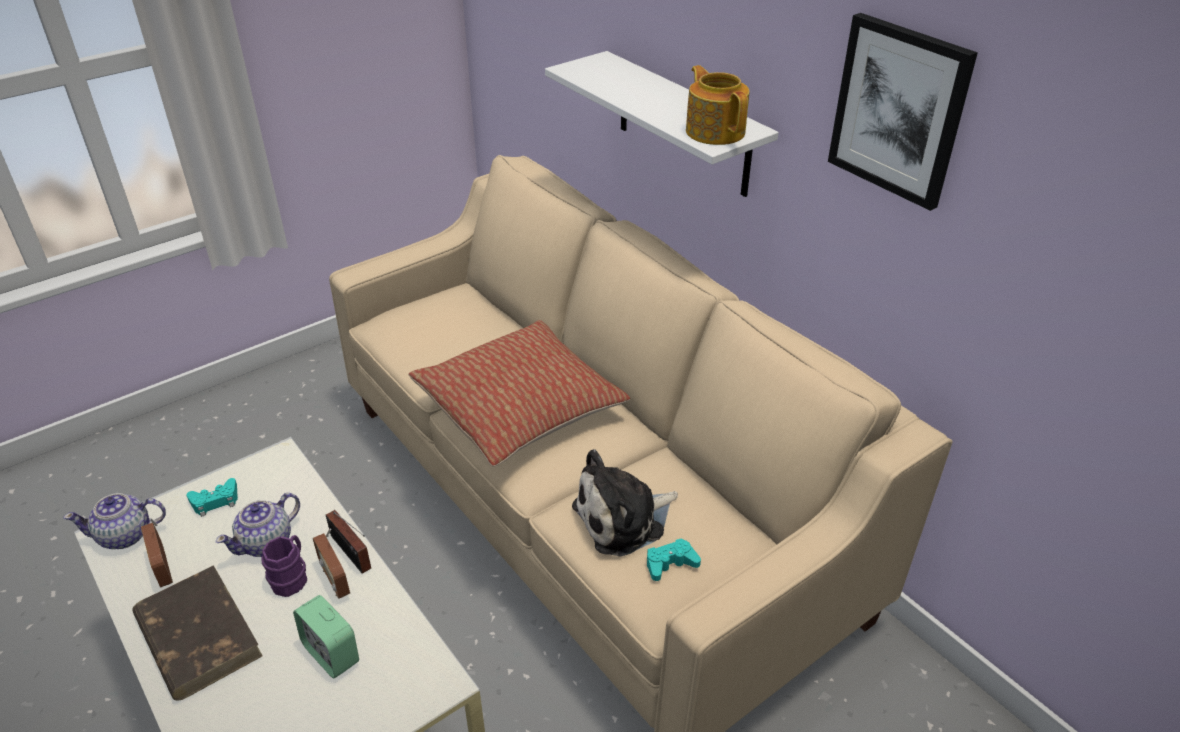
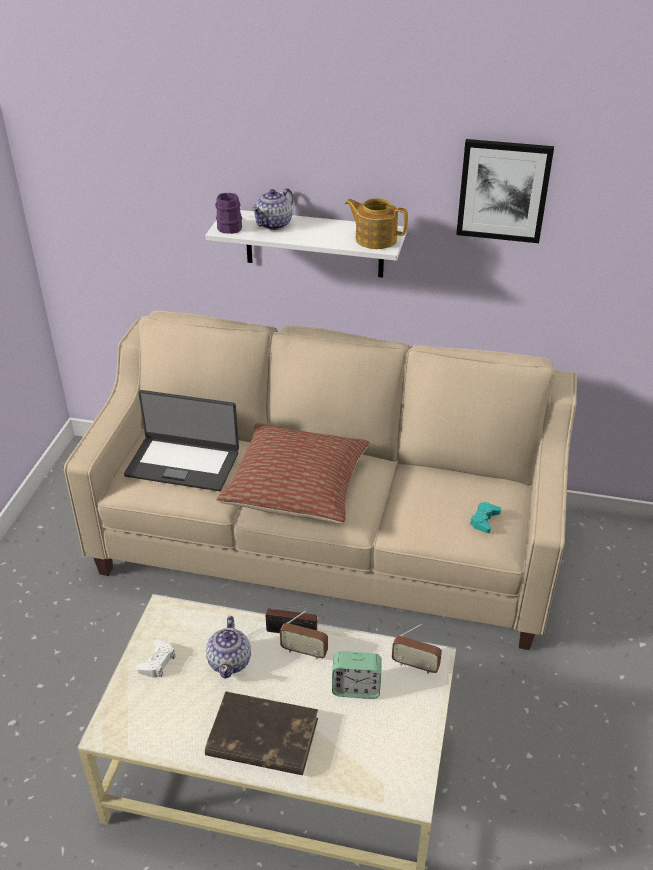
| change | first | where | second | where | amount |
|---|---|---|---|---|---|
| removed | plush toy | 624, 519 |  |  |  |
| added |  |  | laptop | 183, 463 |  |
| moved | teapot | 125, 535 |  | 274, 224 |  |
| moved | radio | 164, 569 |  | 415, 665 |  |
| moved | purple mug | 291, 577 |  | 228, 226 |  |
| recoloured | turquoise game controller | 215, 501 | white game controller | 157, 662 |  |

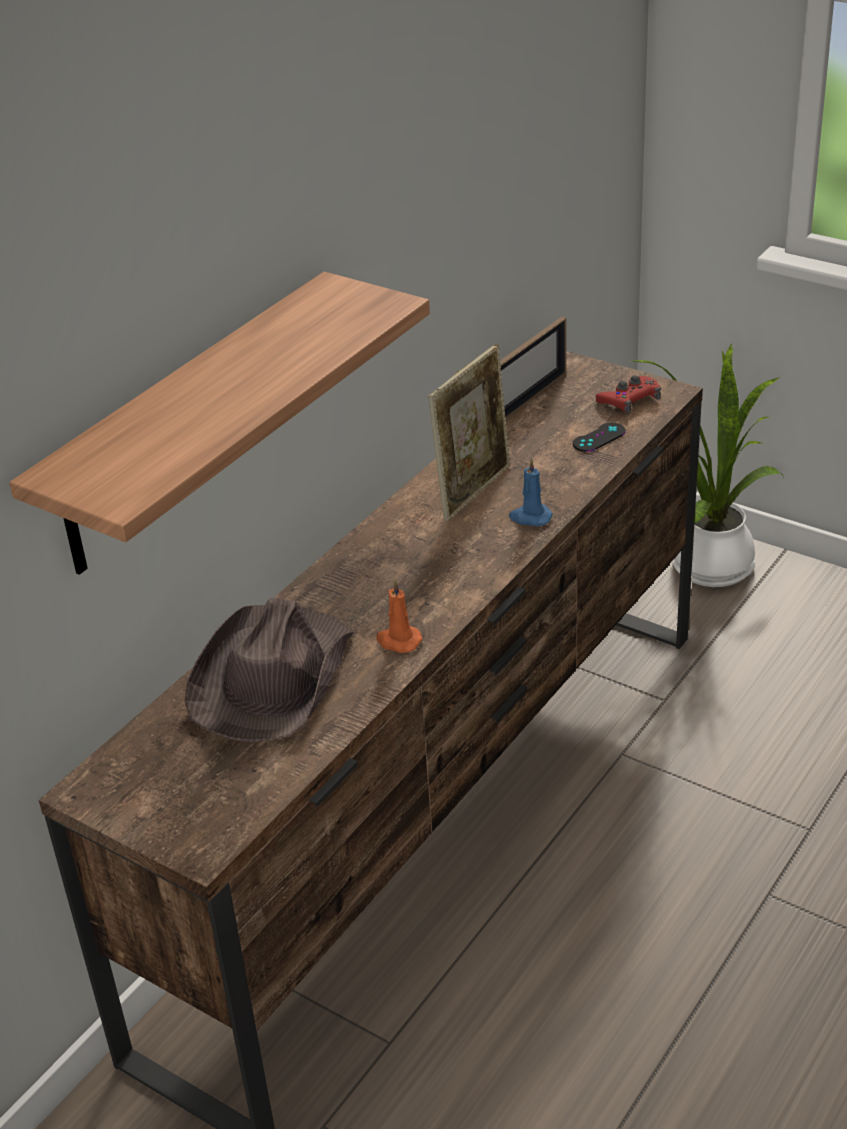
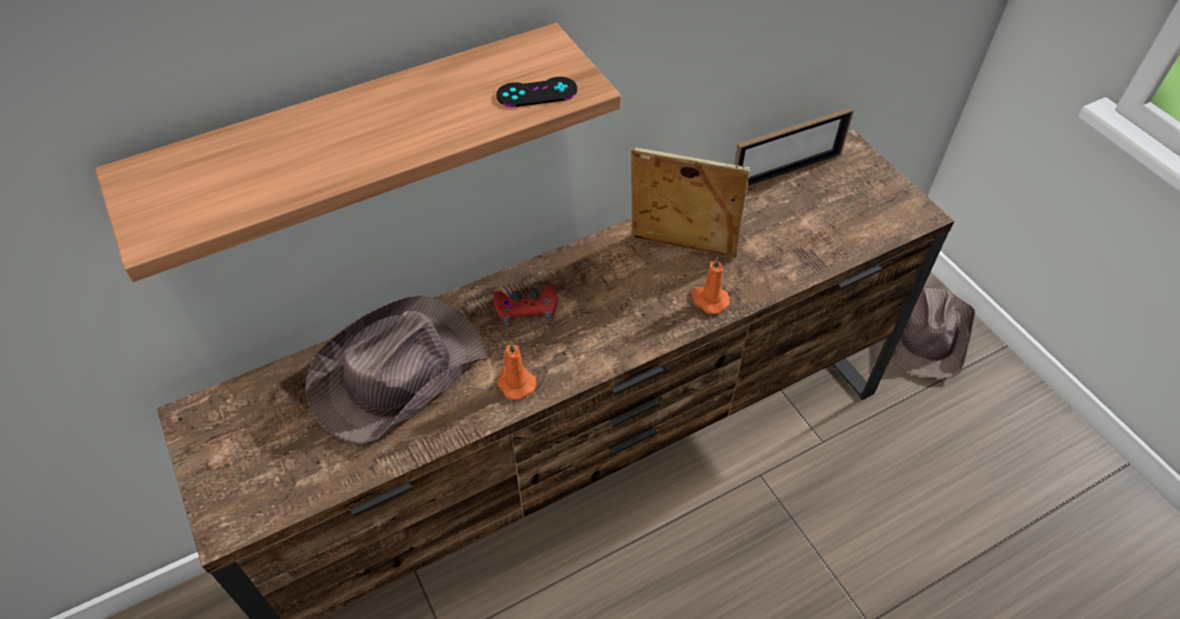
| change | first | where | second | where | amount |
|---|---|---|---|---|---|
| moved | black game controller | 599, 438 |  | 537, 92 |  |
| moved | red game controller | 629, 400 |  | 526, 309 |  |
| replaced | potted plant | 705, 566 | brown hat | 928, 332 |  |
| recoloured | blue candle | 530, 517 | orange candle | 708, 300 |  |
| turned | picture frame | 474, 491 |  | 681, 250 | 135 degrees counterclockwise |

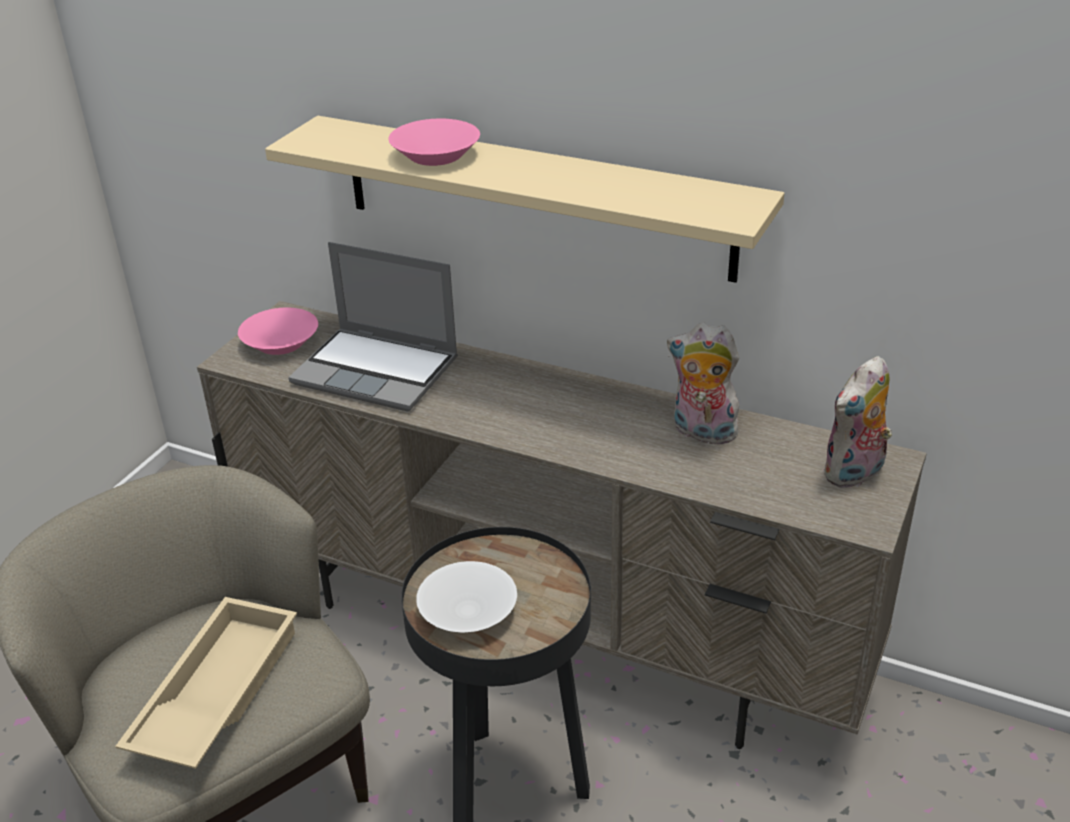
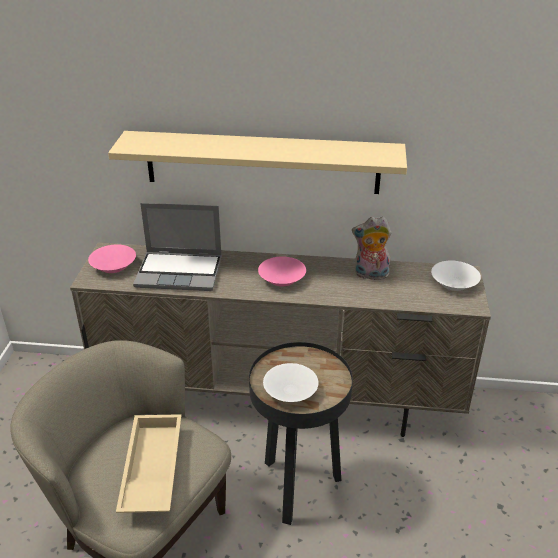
| change | first | where | second | where | amount |
|---|---|---|---|---|---|
| moved | pink bowl | 434, 155 |  | 281, 278 |  |
| replaced | plush toy | 854, 474 | white bowl | 453, 282 |  |

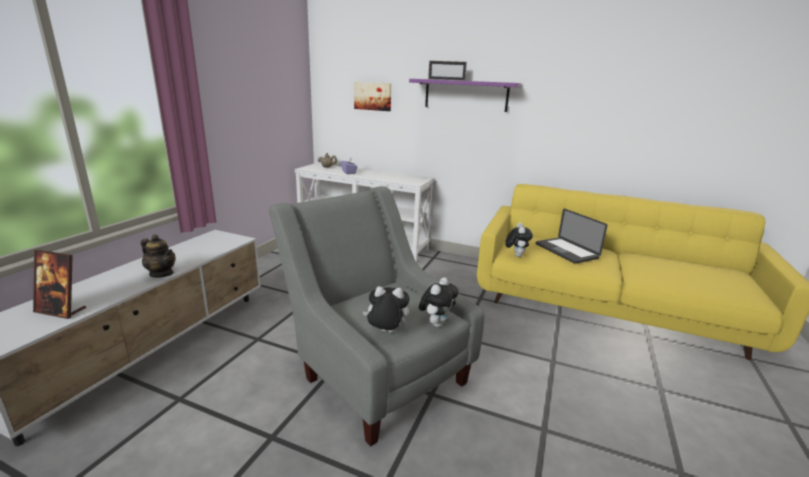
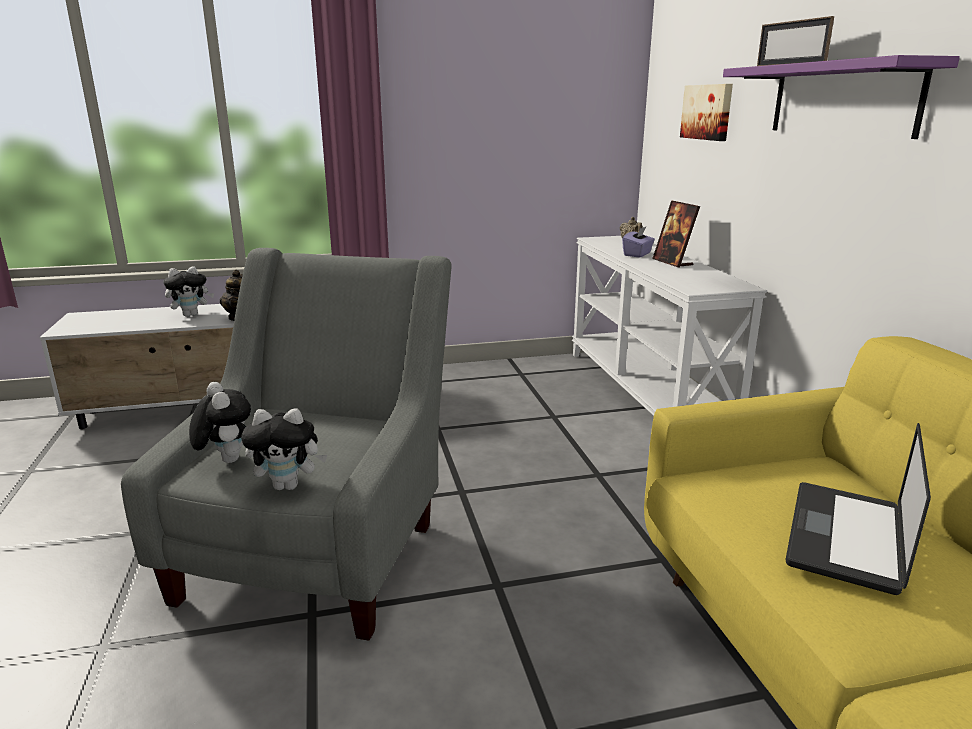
| change | first | where | second | where | amount |
|---|---|---|---|---|---|
| moved | picture frame | 61, 310 |  | 672, 262 |  |
| moved | plush toy | 516, 255 |  | 191, 315 |  |

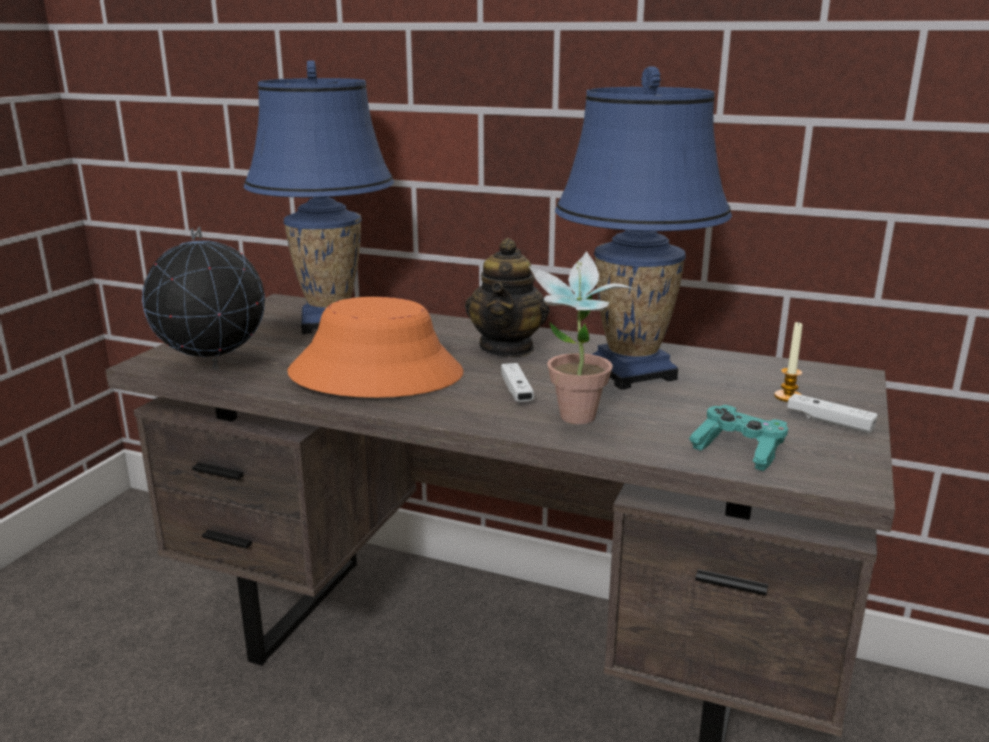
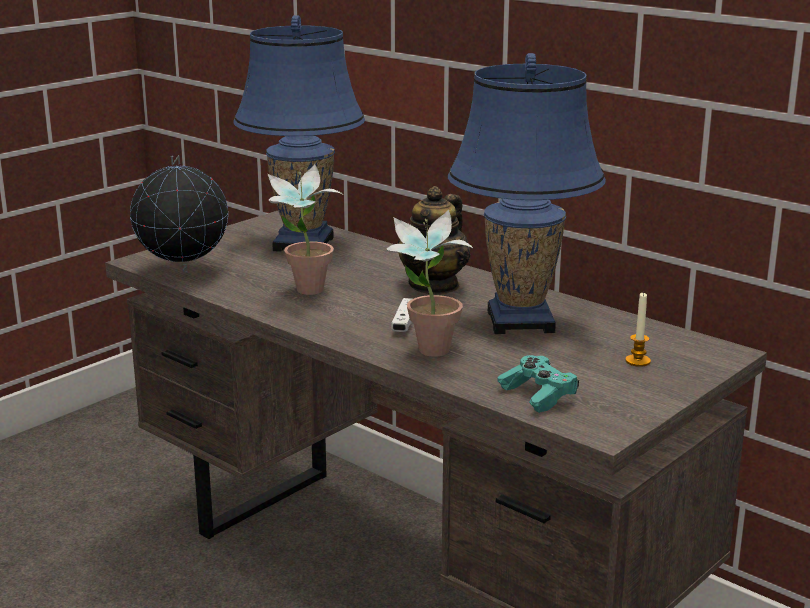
| change | first | where | second | where | amount |
|---|---|---|---|---|---|
| removed | white game controller | 829, 422 |  |  |  |
| replaced | orange hat | 377, 374 | potted plant | 305, 293 |  |

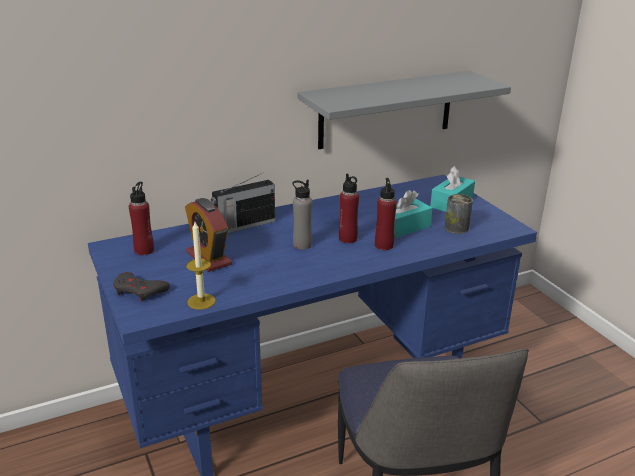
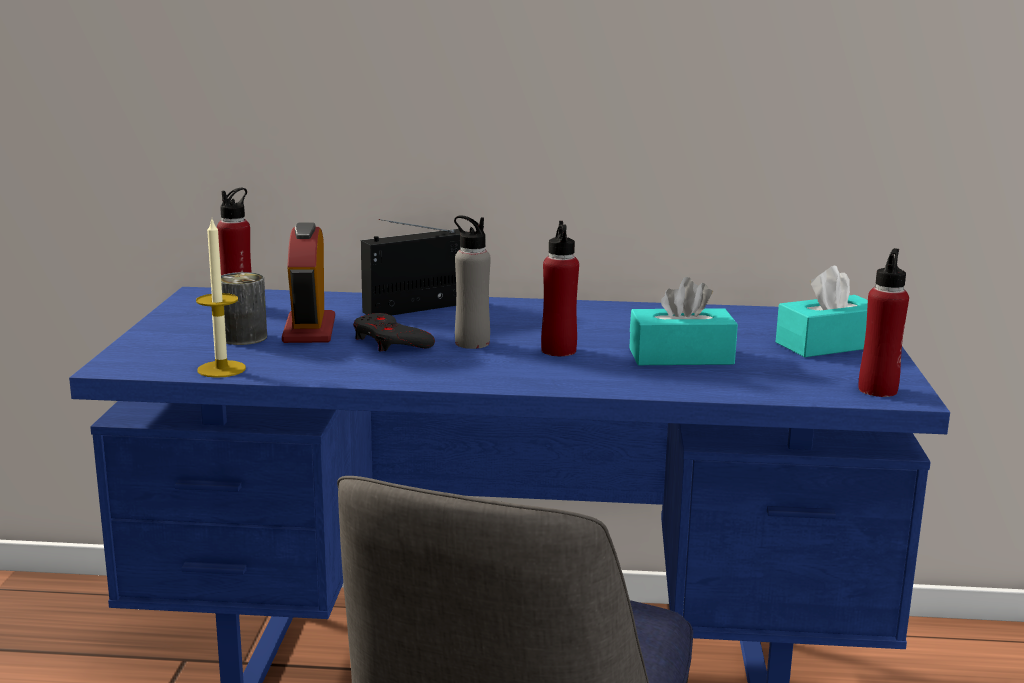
| change | first | where | second | where | amount |
|---|---|---|---|---|---|
| removed | grey shelf | 386, 109 |  |  |  |
| moved | grey game controller | 139, 291 |  | 390, 341 |  |
| moved | red bottle | 384, 245 |  | 878, 390 |  |
| moved | can | 456, 228 |  | 243, 337 |  |
| turned | radio | 243, 225 |  | 418, 307 | 150 degrees clockwise |

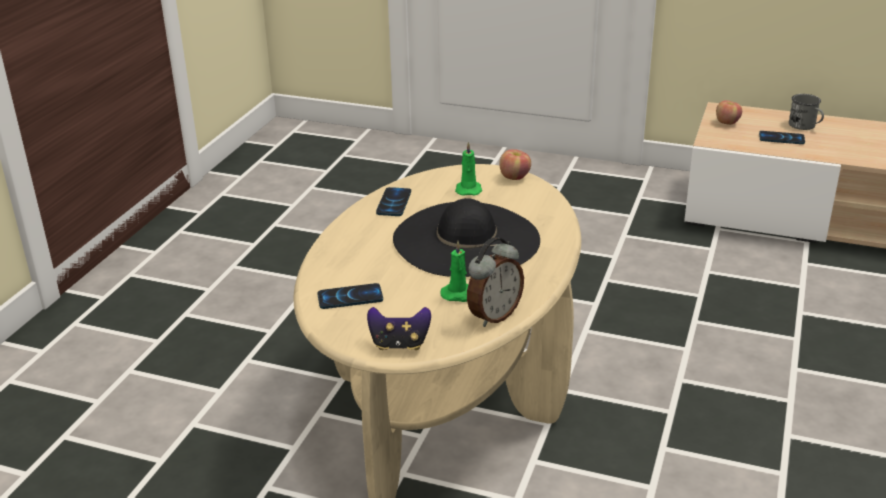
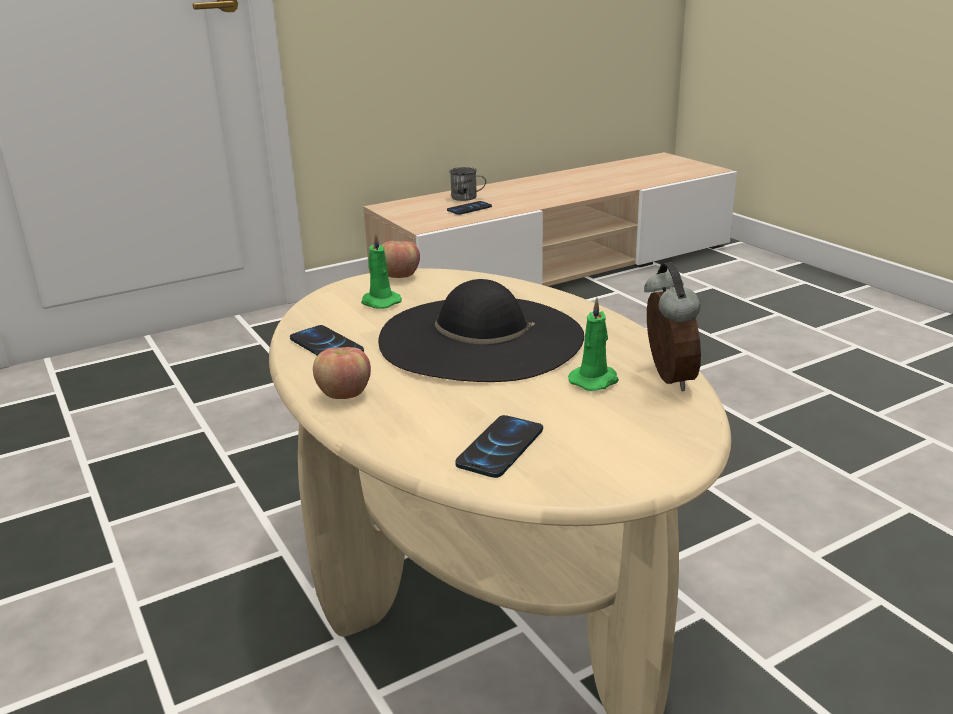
| change | first | where | second | where | amount |
|---|---|---|---|---|---|
| removed | game controller | 399, 344 |  |  |  |
| moved | apple | 727, 123 |  | 344, 394 |  |

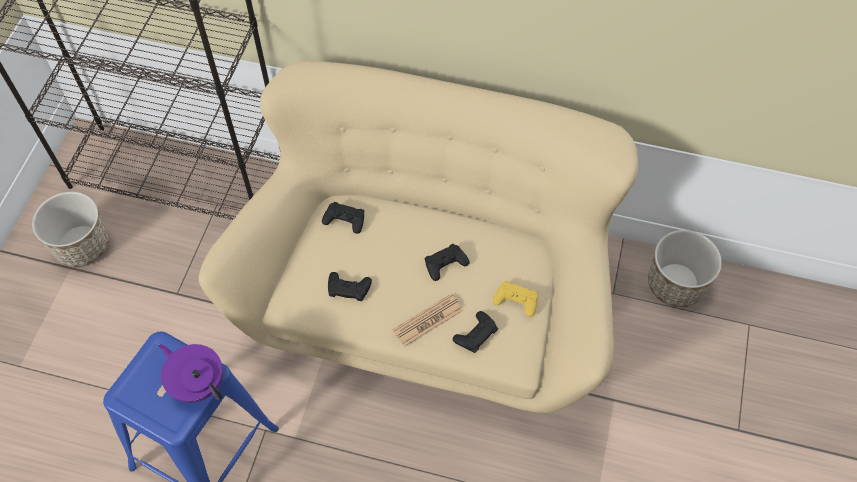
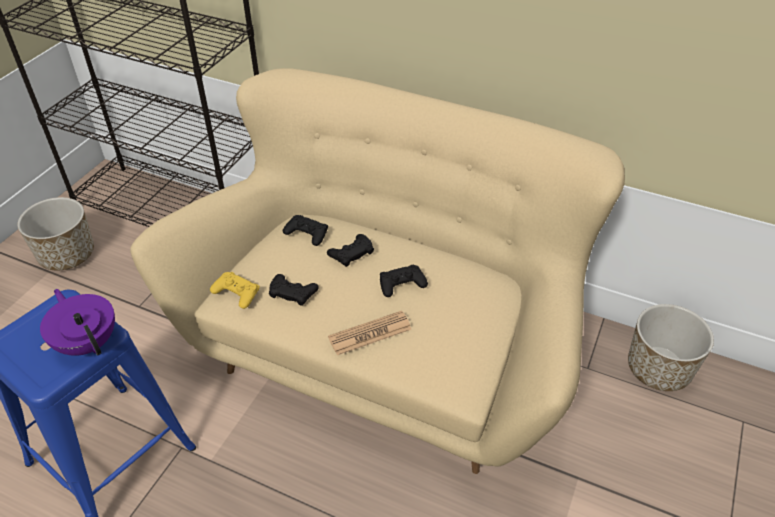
| change | first | where | second | where | amount |
|---|---|---|---|---|---|
| moved | black game controller | 475, 334 |  | 351, 253 |  |
| moved | yellow game controller | 516, 300 |  | 236, 293 |  |

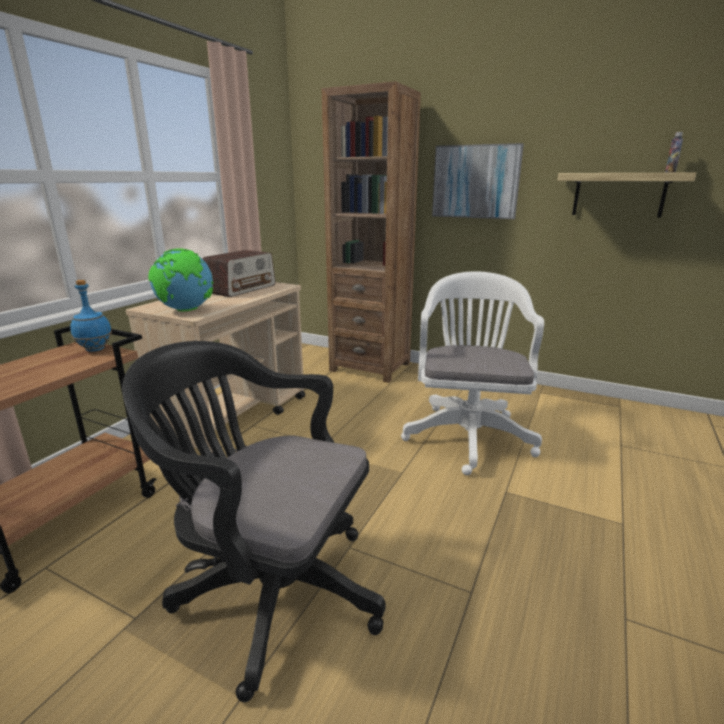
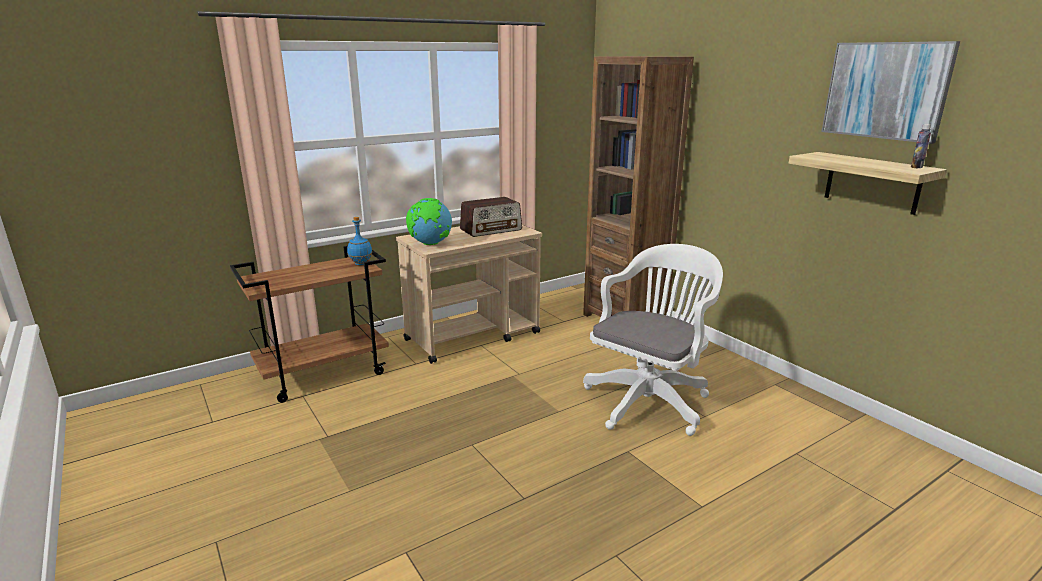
| change | first | where | second | where | amount |
|---|---|---|---|---|---|
| removed | black office chair | 270, 589 |  |  |  |
| moved | picture | 475, 182 |  | 886, 90 |  |

